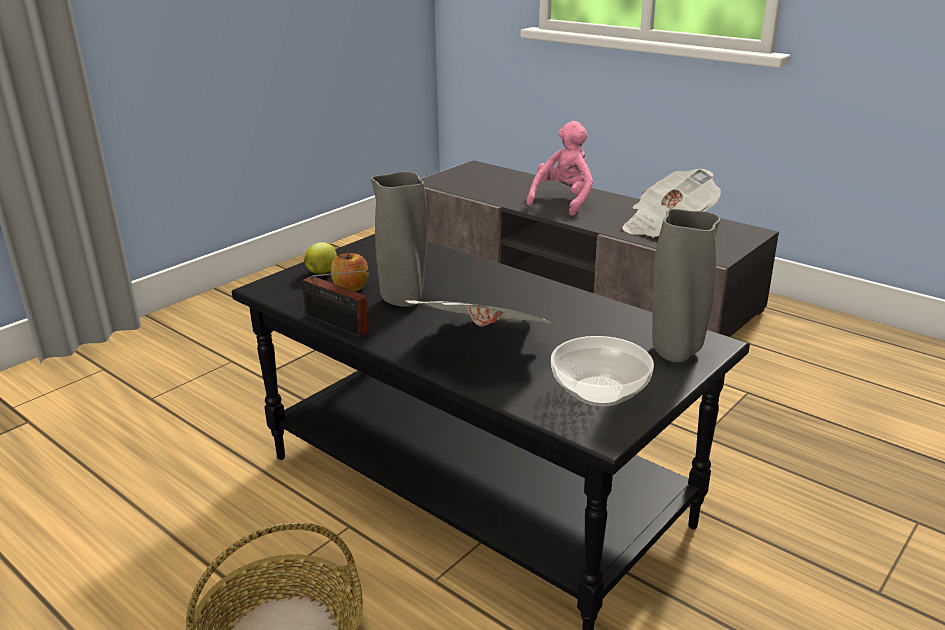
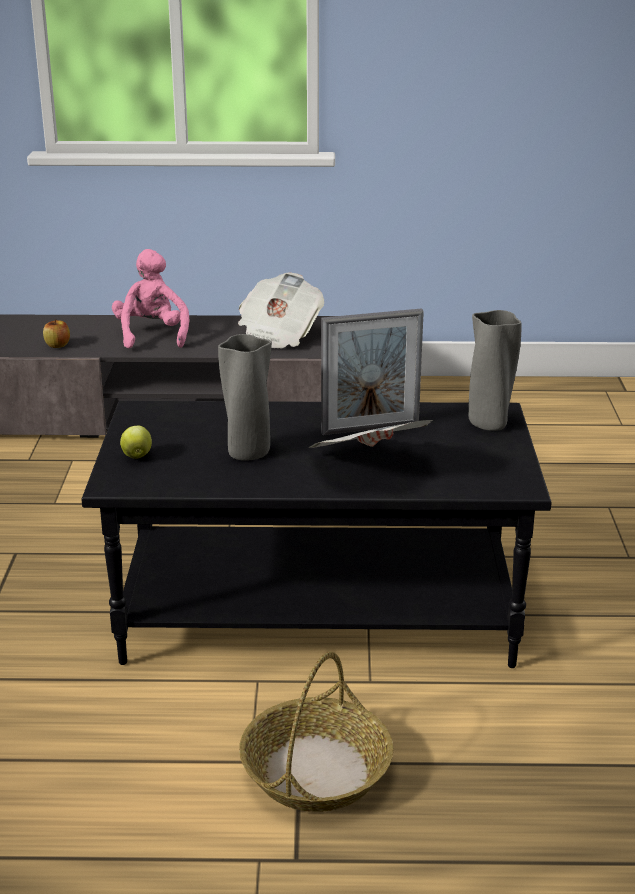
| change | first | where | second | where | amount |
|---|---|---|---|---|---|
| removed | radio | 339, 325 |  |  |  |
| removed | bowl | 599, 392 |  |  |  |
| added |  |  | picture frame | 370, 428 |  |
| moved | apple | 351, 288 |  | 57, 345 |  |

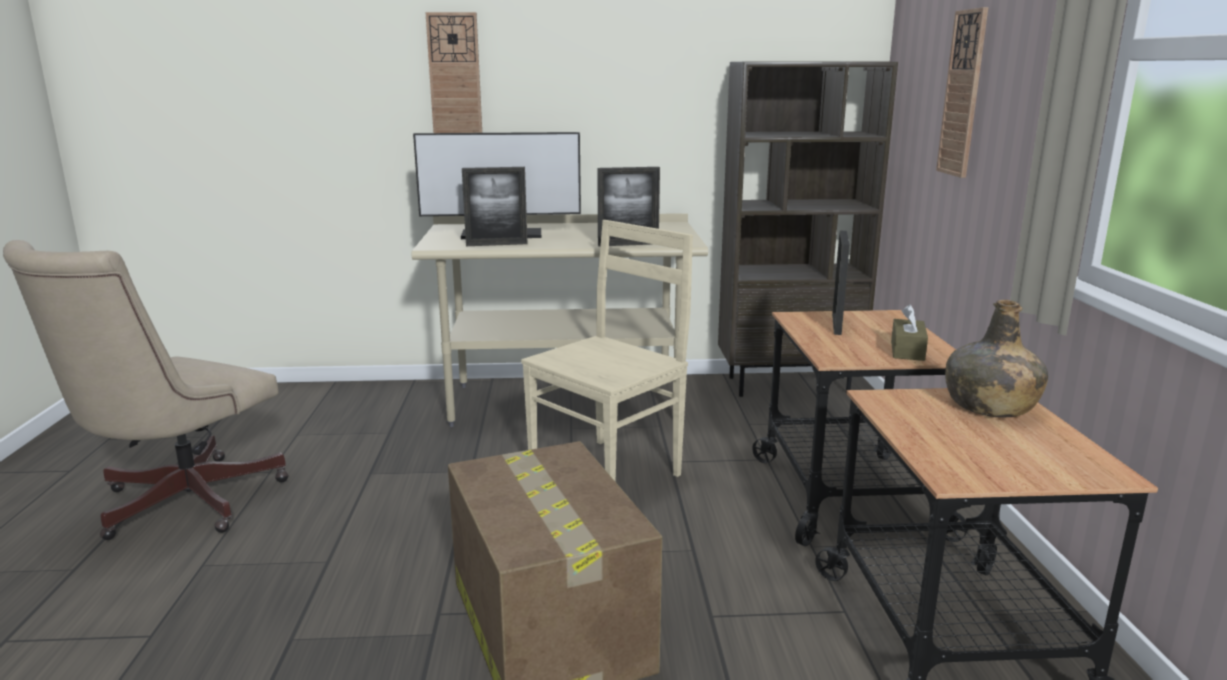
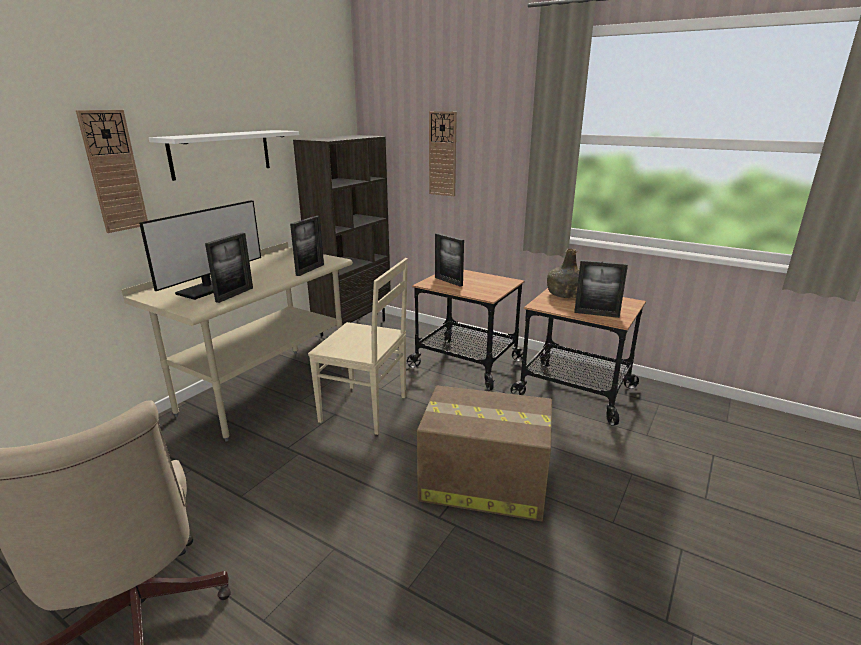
| change | first | where | second | where | amount |
|---|---|---|---|---|---|
| removed | brown tissue box | 907, 350 |  |  |  |
| added |  |  | white shelf | 221, 153 |  |
| added |  |  | picture frame | 596, 314 |  |
| turned | beige chair | 608, 472 |  | 366, 409 | 120 degrees clockwise |

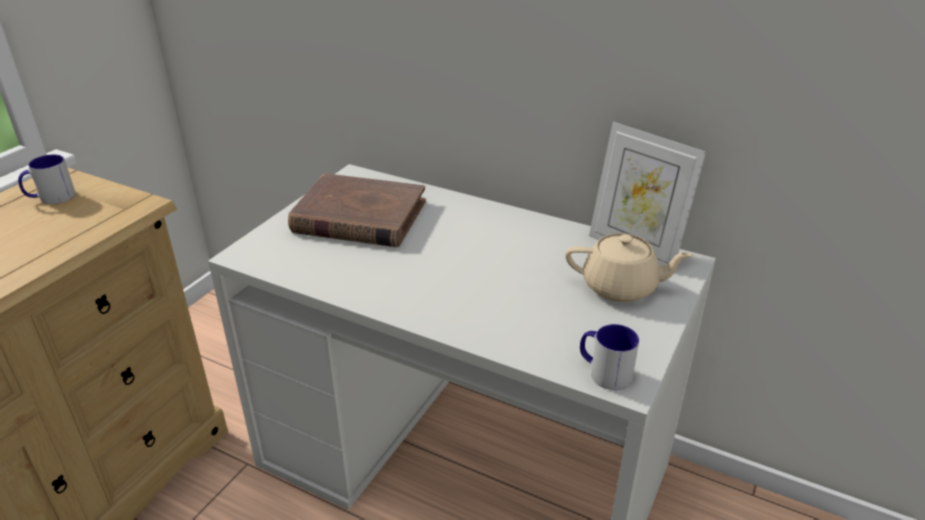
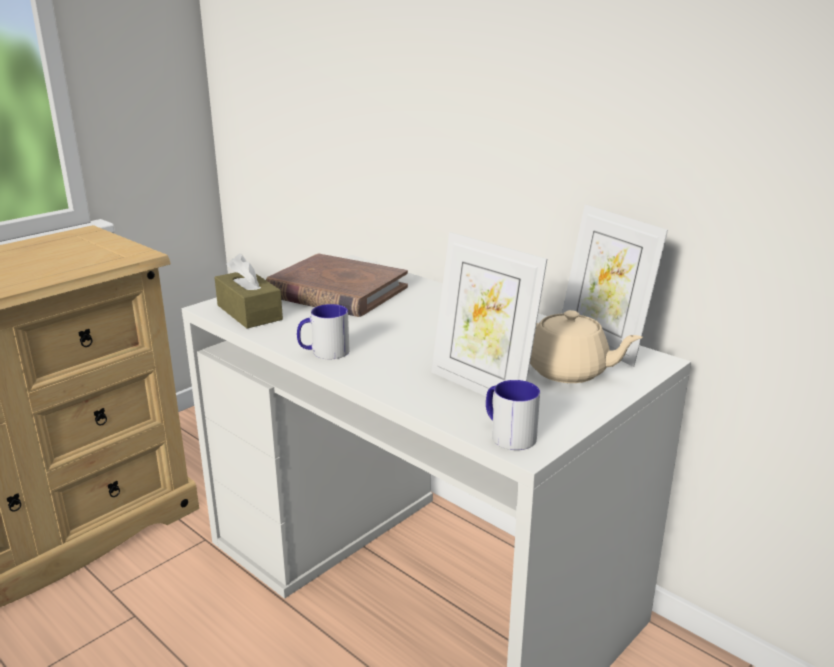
| change | first | where | second | where | amount |
|---|---|---|---|---|---|
| added |  |  | brown tissue box | 249, 312 |  |
| added |  |  | picture frame | 482, 387 |  |
| moved | mug | 51, 198 |  | 323, 352 |  |

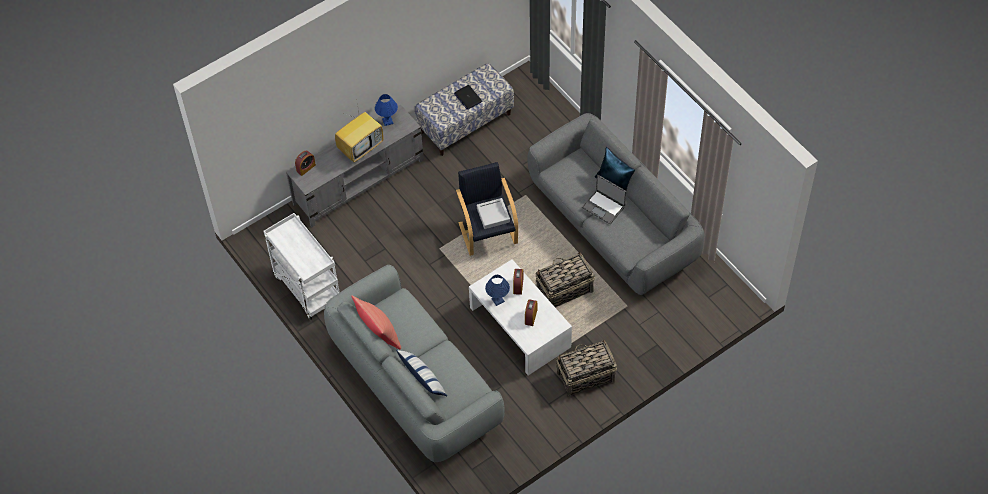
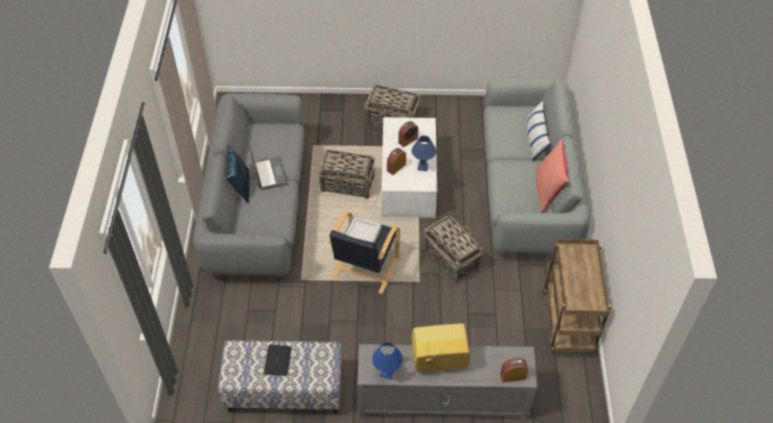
| change | first | where | second | where | amount |
|---|---|---|---|---|---|
| added |  |  | basket | 451, 258 |  |
| recoloured | white cart | 306, 288 | brown cart | 568, 323 |  |

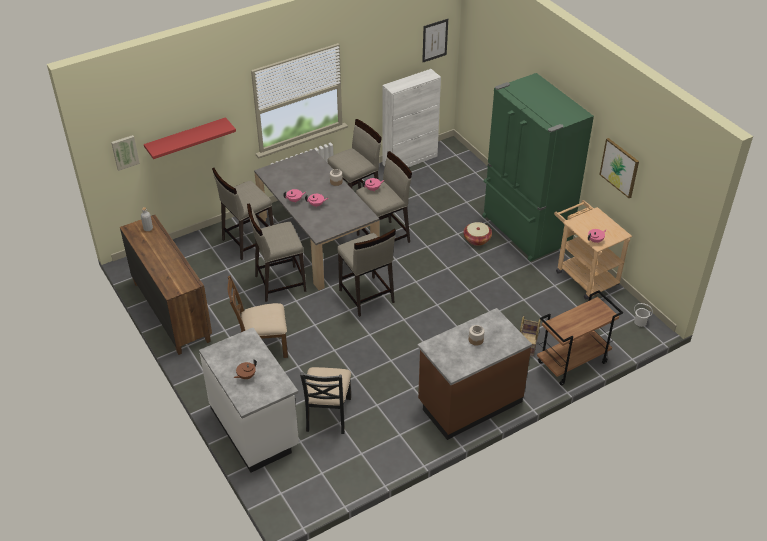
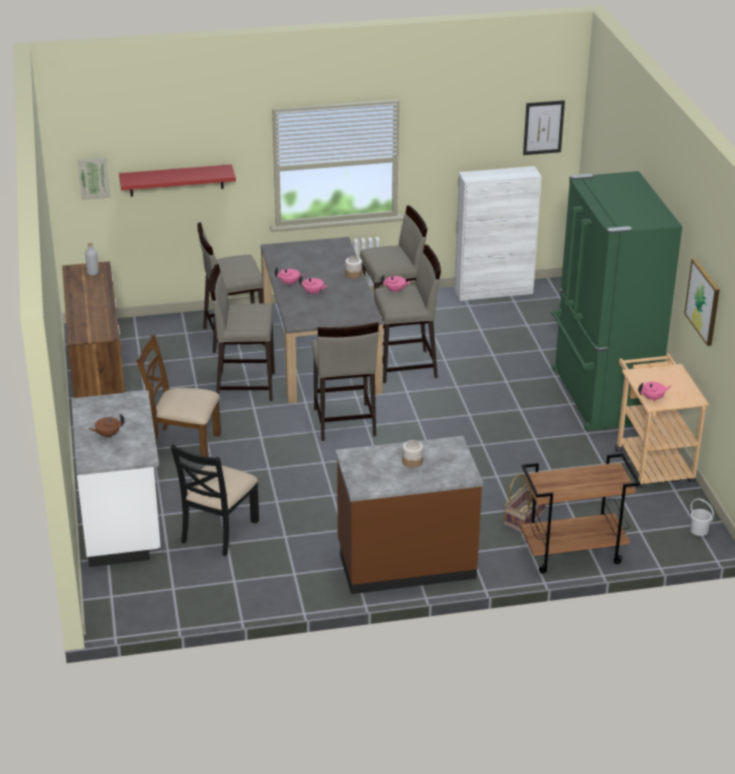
| change | first | where | second | where | amount |
|---|---|---|---|---|---|
| removed | basket | 477, 239 |  |  |  |

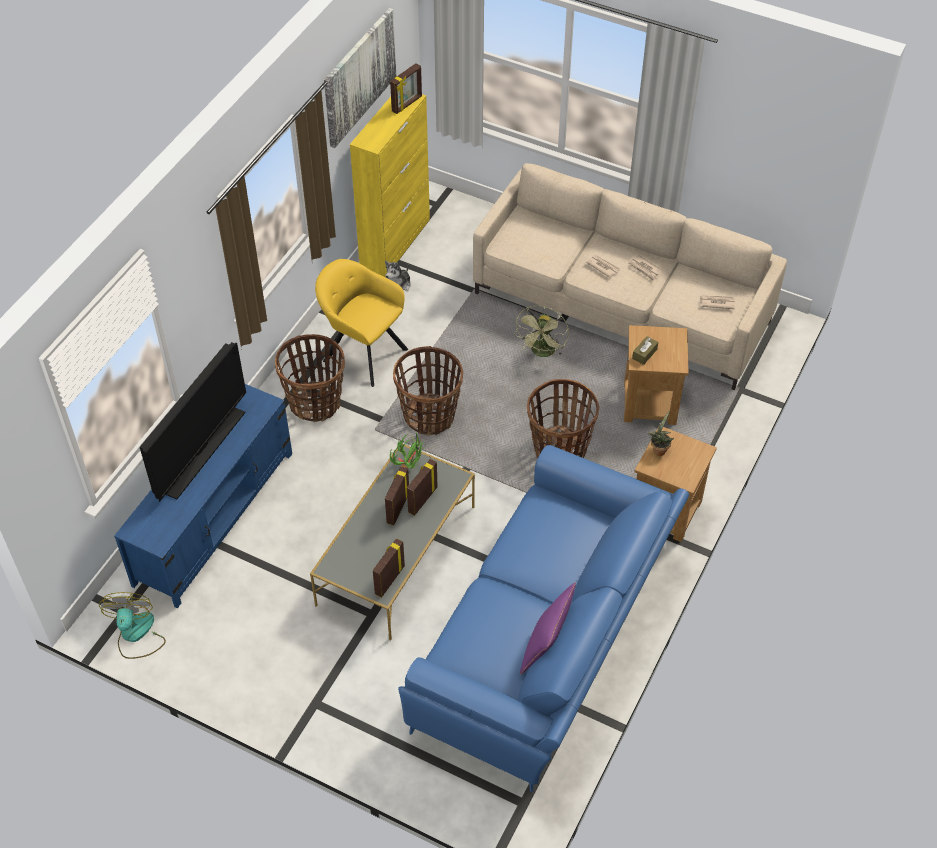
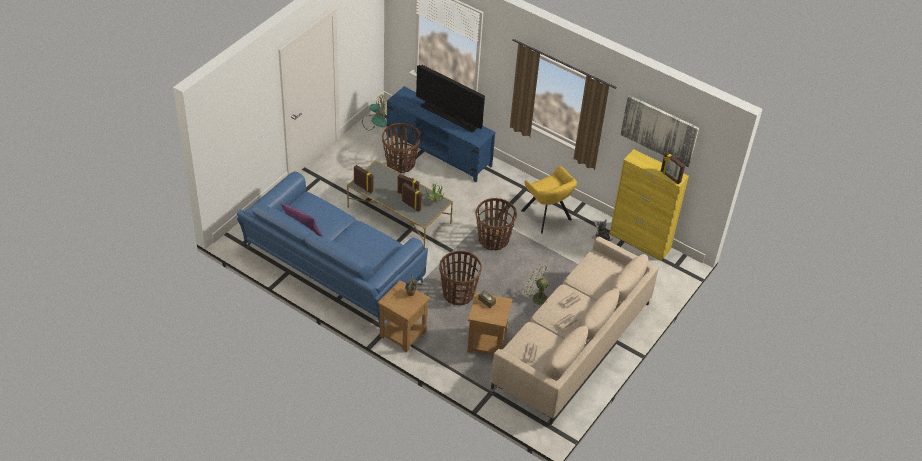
| change | first | where | second | where | amount |
|---|---|---|---|---|---|
| moved | basket | 315, 403 |  | 400, 163 |  |
| turned | yellow armchair | 362, 352 |  | 547, 217 | 105 degrees clockwise |

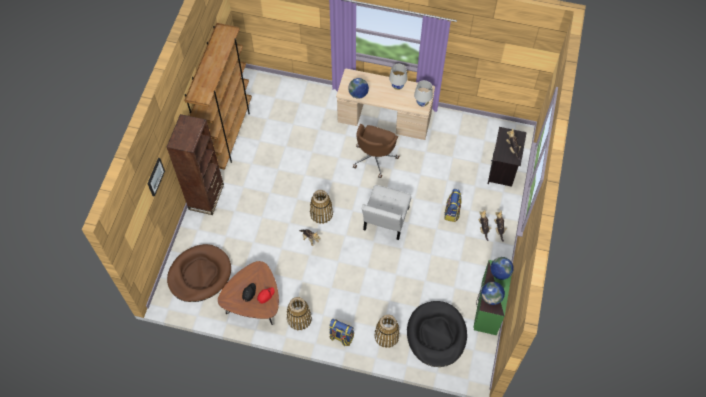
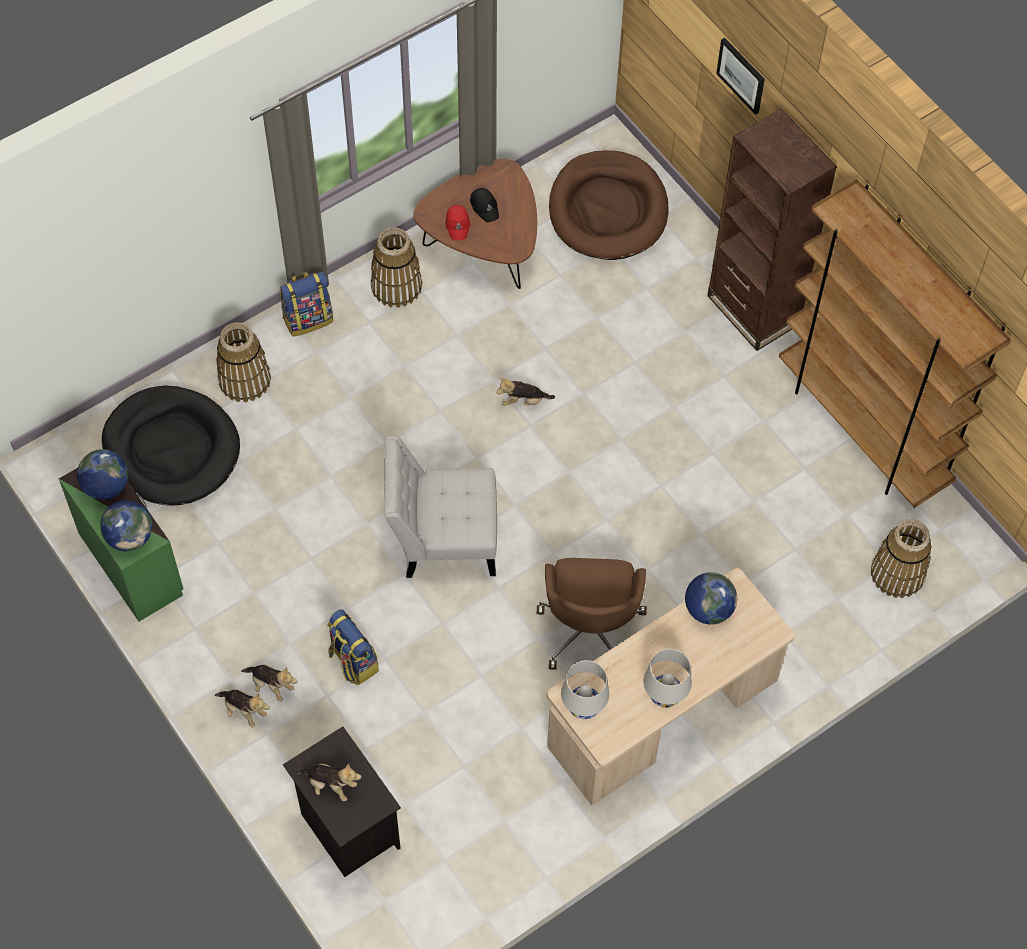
| change | first | where | second | where | amount |
|---|---|---|---|---|---|
| moved | basket | 321, 213 |  | 897, 573 |  |
| turned | brown office chair | 375, 157 |  | 590, 628 | 150 degrees counterclockwise |
| turned | white chair | 385, 221 |  | 443, 538 | 60 degrees counterclockwise |

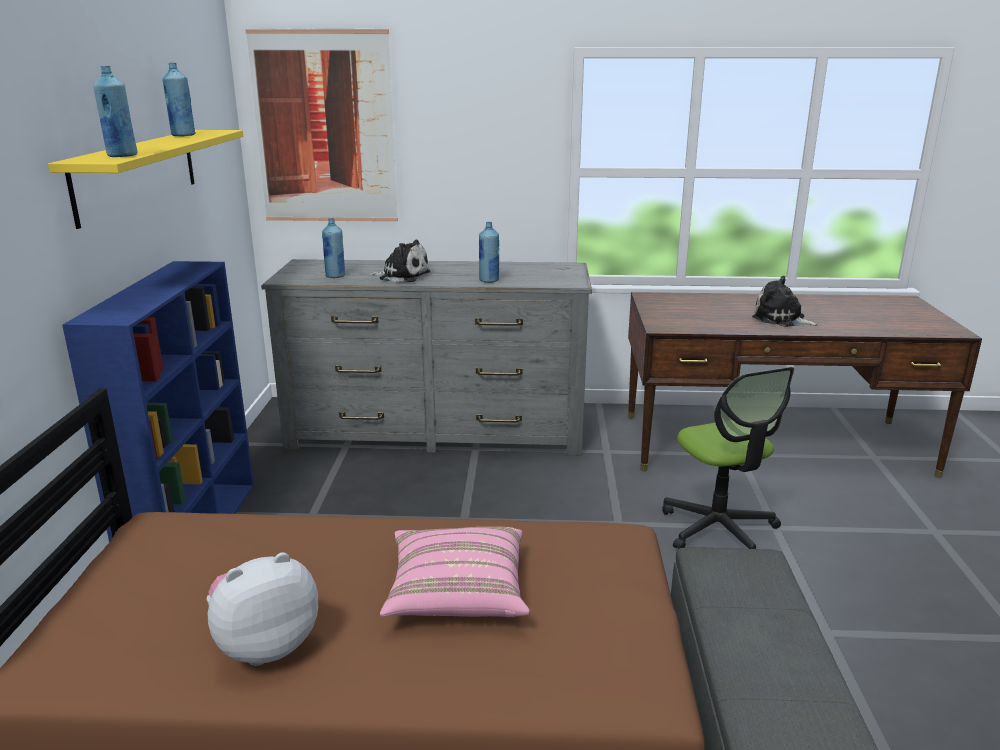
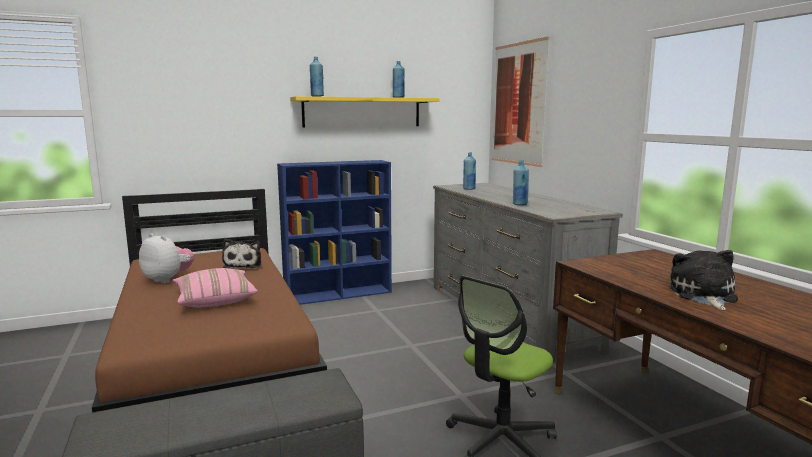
| change | first | where | second | where | amount |
|---|---|---|---|---|---|
| moved | plush toy | 402, 276 |  | 243, 265 |  |

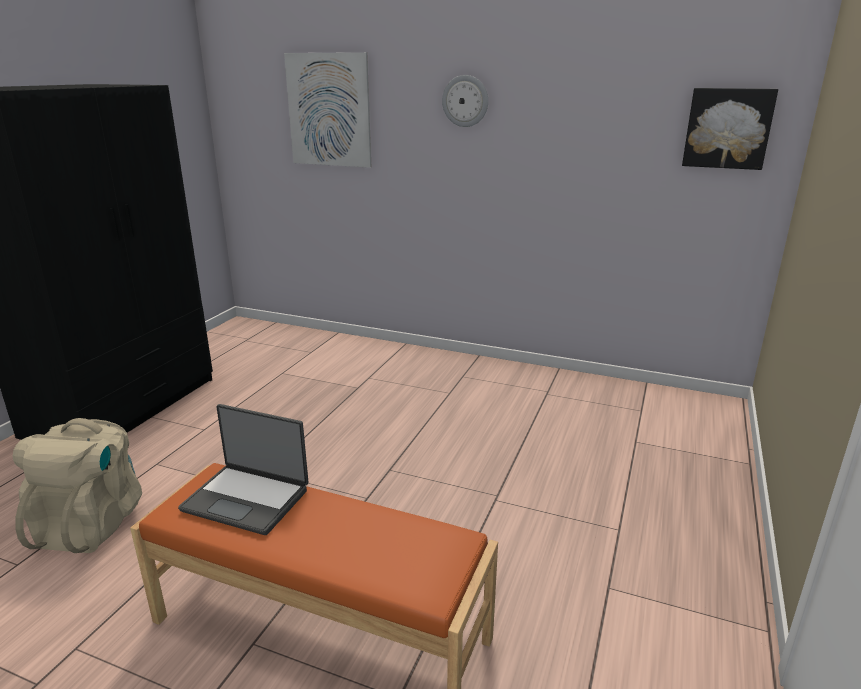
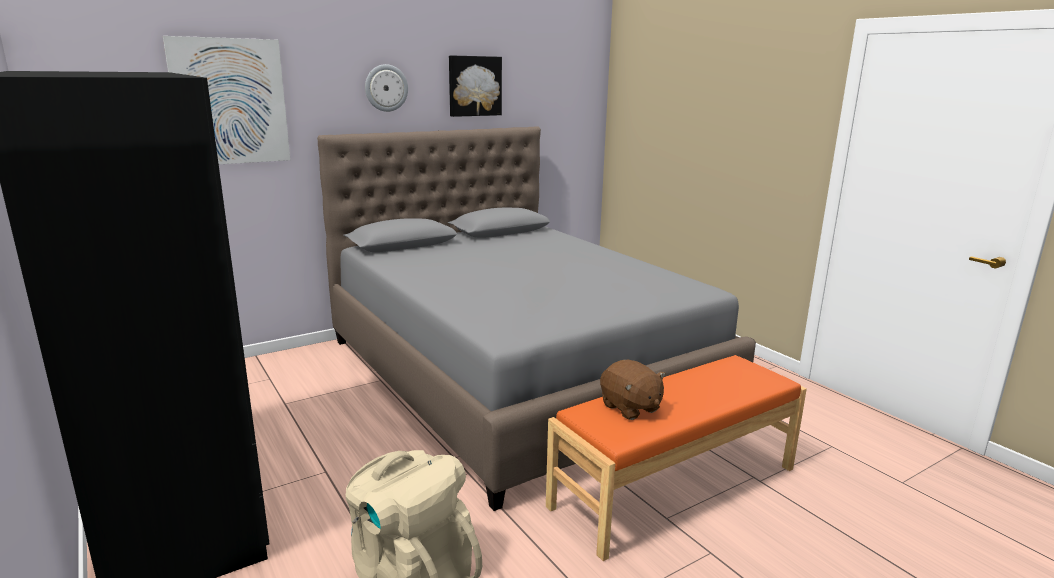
| change | first | where | second | where | amount |
|---|---|---|---|---|---|
| added |  |  | grey bed | 518, 374 |  |
| moved | picture | 727, 128 |  | 474, 86 |  |
| replaced | laptop | 247, 499 | brown plush toy | 630, 407 |  |

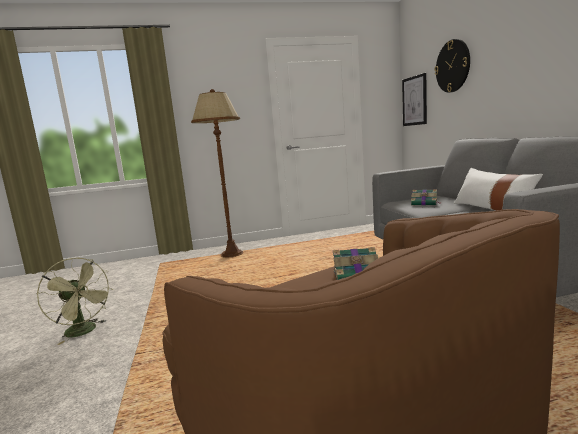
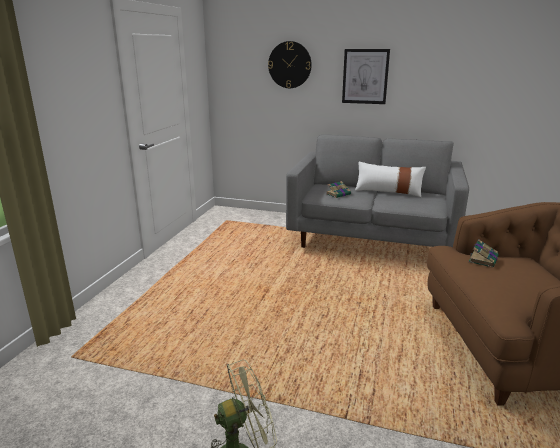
| change | first | where | second | where | amount |
|---|---|---|---|---|---|
| removed | brown floor lamp | 232, 254 |  |  |  |
| moved | picture | 414, 101 |  | 365, 76 |  |

